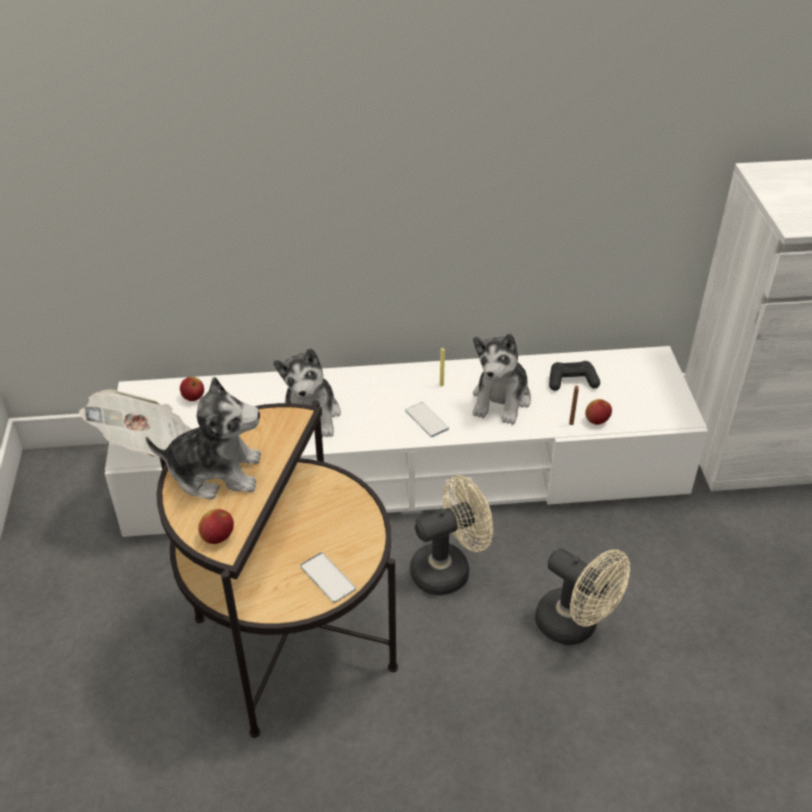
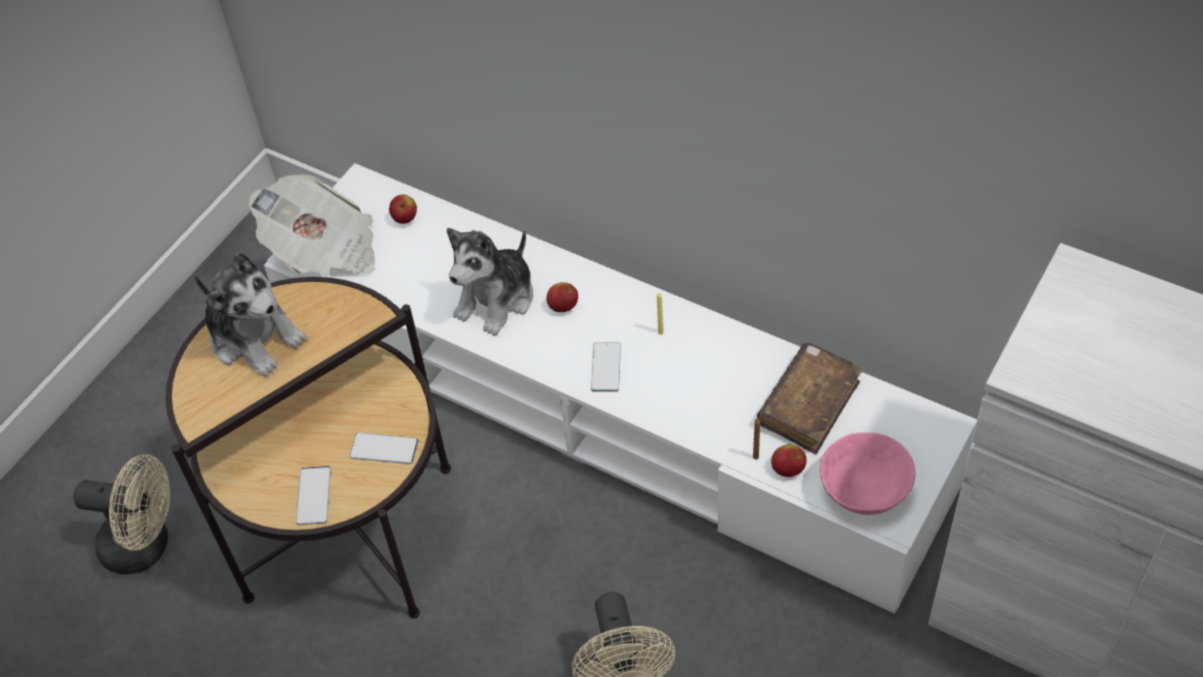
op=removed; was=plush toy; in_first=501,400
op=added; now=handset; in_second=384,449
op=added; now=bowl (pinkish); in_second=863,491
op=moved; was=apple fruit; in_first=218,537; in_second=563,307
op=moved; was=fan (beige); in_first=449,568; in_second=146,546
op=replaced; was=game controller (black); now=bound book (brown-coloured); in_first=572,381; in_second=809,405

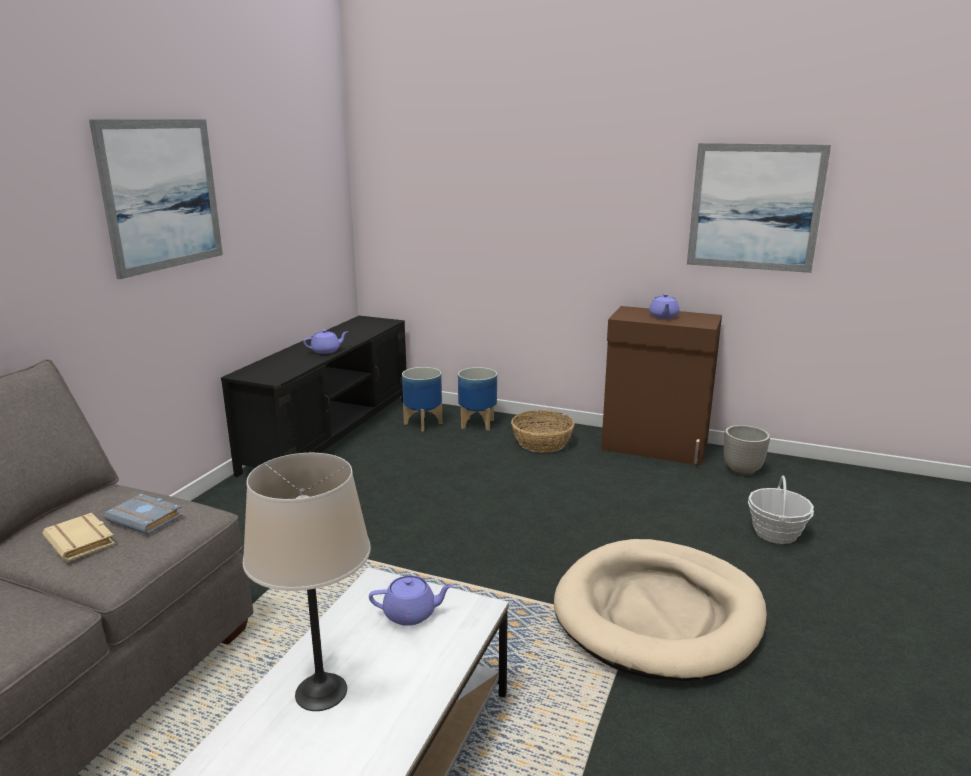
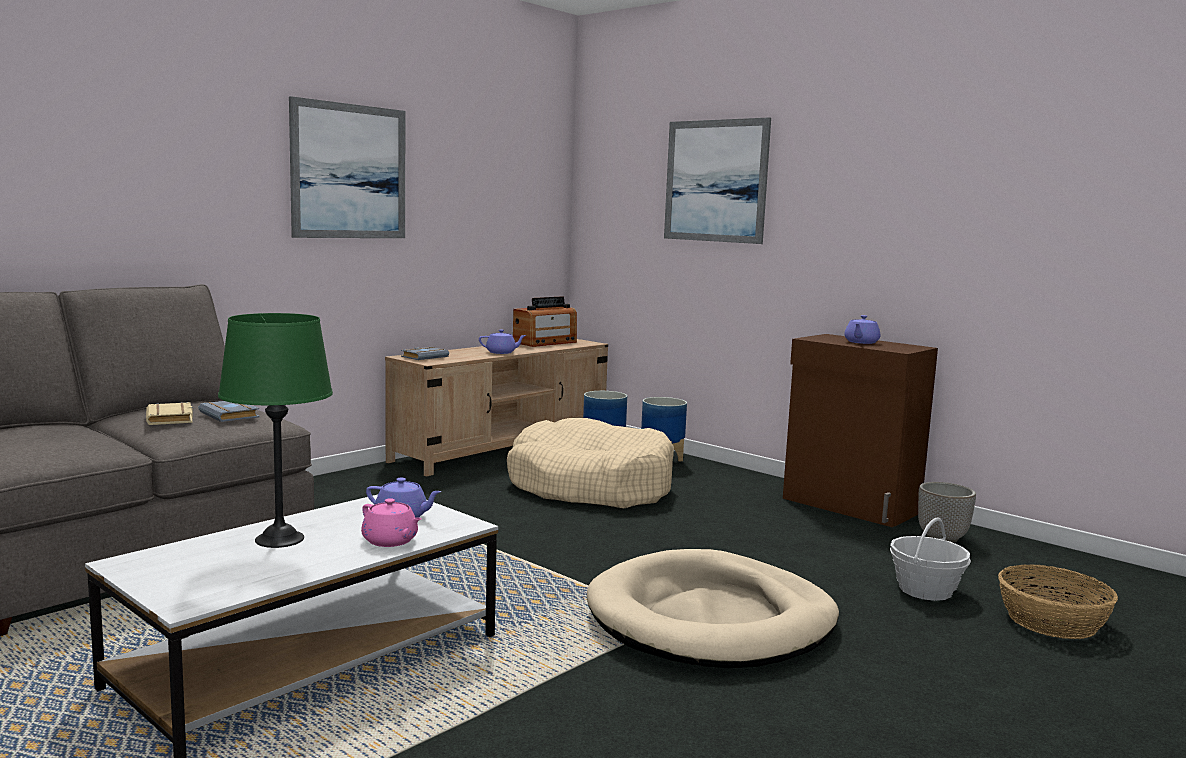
op=added; now=pot for tea (pinkish); in_second=391,541
op=added; now=bound book (greyish); in_second=424,357
op=added; now=dog cushion (beige); in_second=590,486
op=added; now=radio receiver; in_second=545,342
op=moved; was=storage basket; in_first=542,442; in_second=1052,621
op=moved; was=wall art; in_first=755,207; in_second=715,181
op=recoloured; was=tv stand (black); now=tv stand (beige); in_first=331,433; in_second=503,448
op=recoloured; was=lamp for a table (beige); now=lamp for a table (green-coloured); in_first=321,691; in_second=280,539

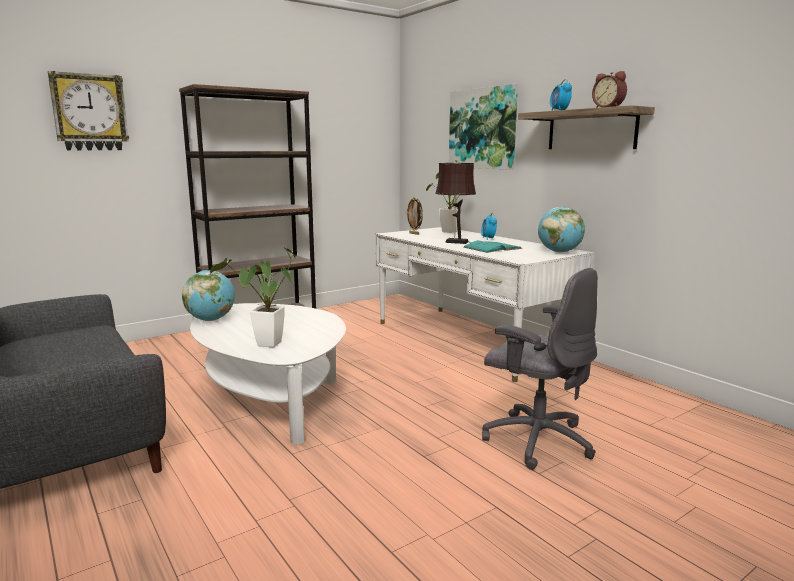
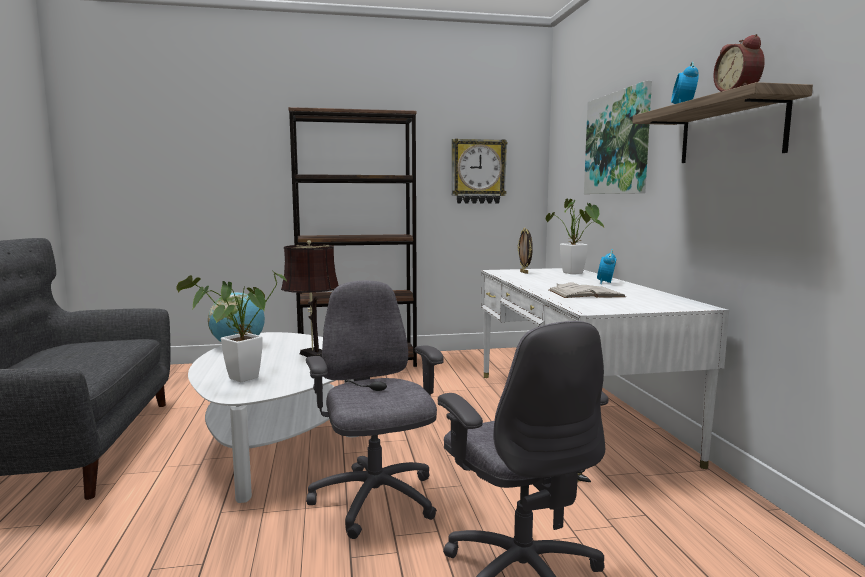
op=removed; was=desk globe; in_first=559,252
op=added; now=office chair (greyish); in_second=375,501
op=moved; was=hanging clock; in_first=90,112; in_second=478,171
op=moved; was=lamp for a table (brown-coloured); in_first=454,242; in_second=313,354
op=recoloured; was=bound book (turquoise); now=bound book (white); in_first=492,248; in_second=585,293

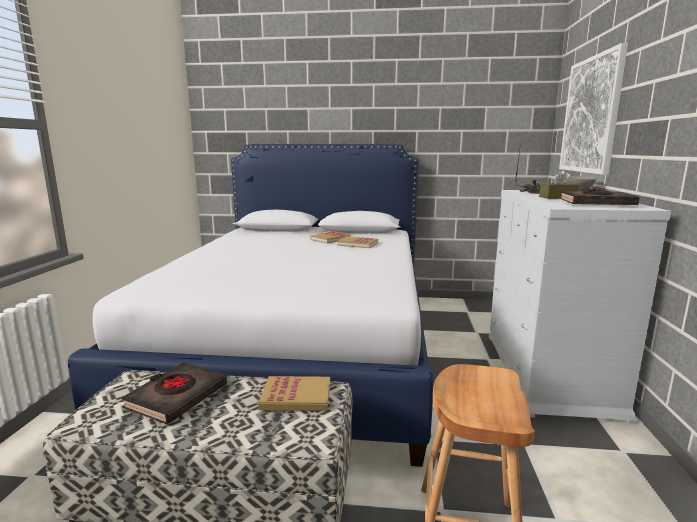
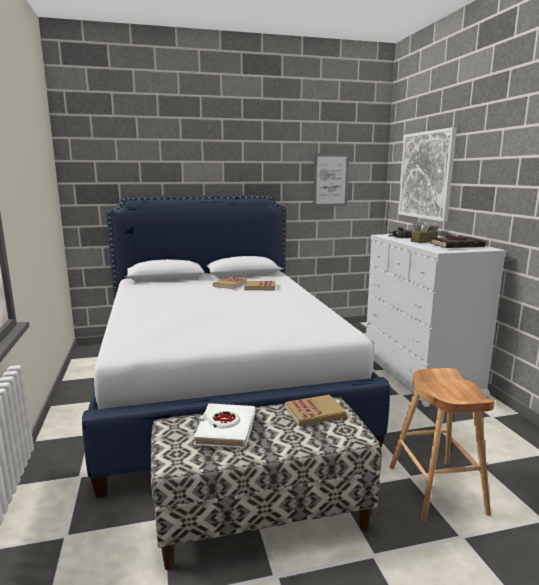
op=added; now=wall art; in_second=330,180
op=recoloured; was=bound book (black); now=bound book (white); in_first=177,397; in_second=225,430

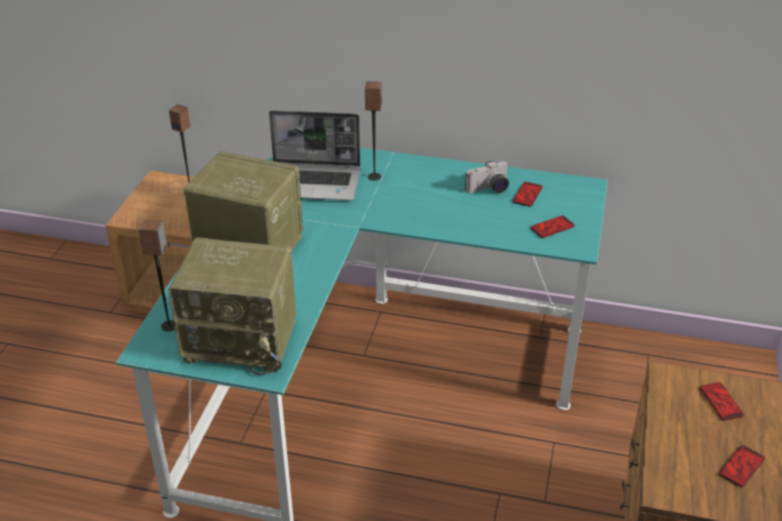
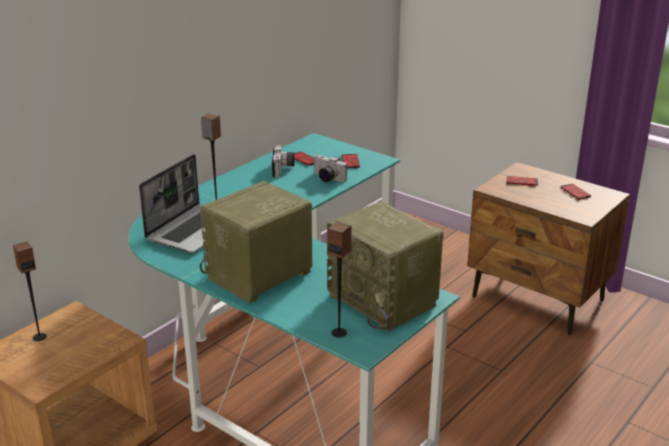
op=added; now=photo camera; in_second=327,178
op=turned; was=radio receiver; in_first=243,339; in_second=384,301; clockwise=105

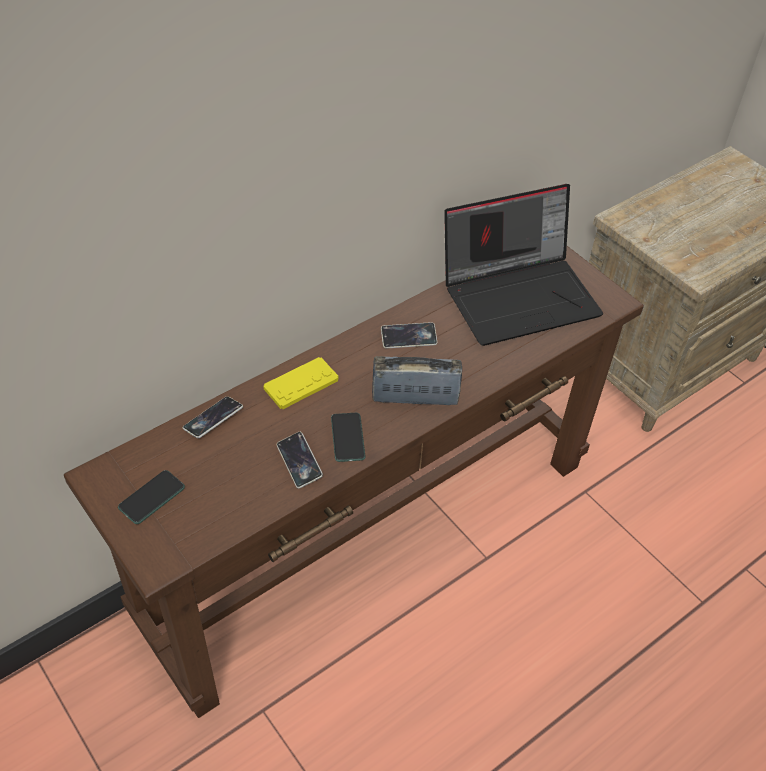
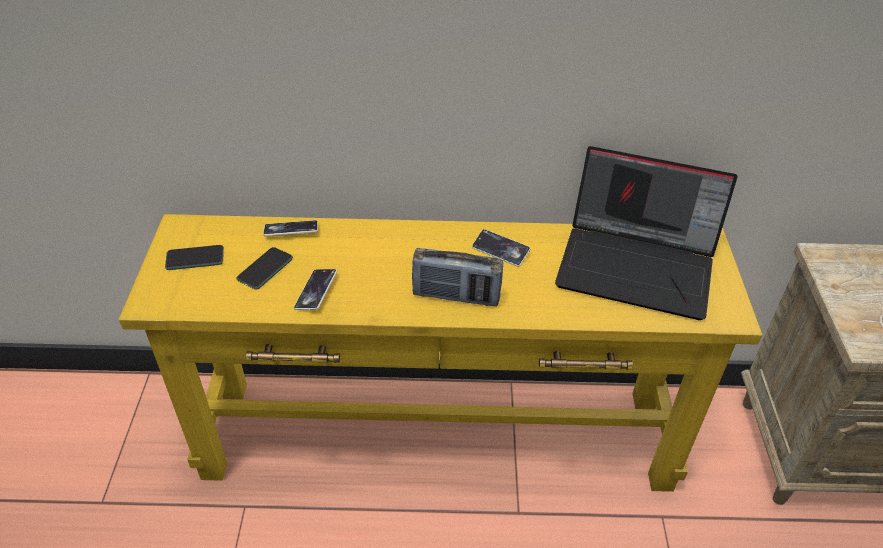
op=removed; was=game controller (yellow); in_first=301,384
op=moved; was=handset; in_first=347,438; in_second=265,269
op=recoloured; was=narrow table (brown-coloured); now=narrow table (yellow); in_first=371,537; in_second=438,435
op=turned; was=radio receiver; in_first=415,398; in_second=456,296; clockwise=150

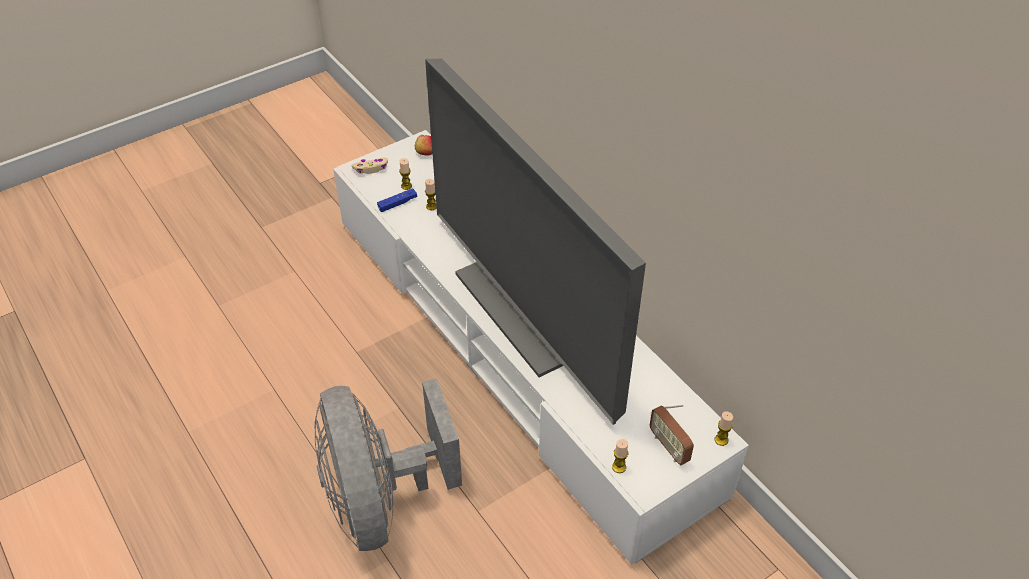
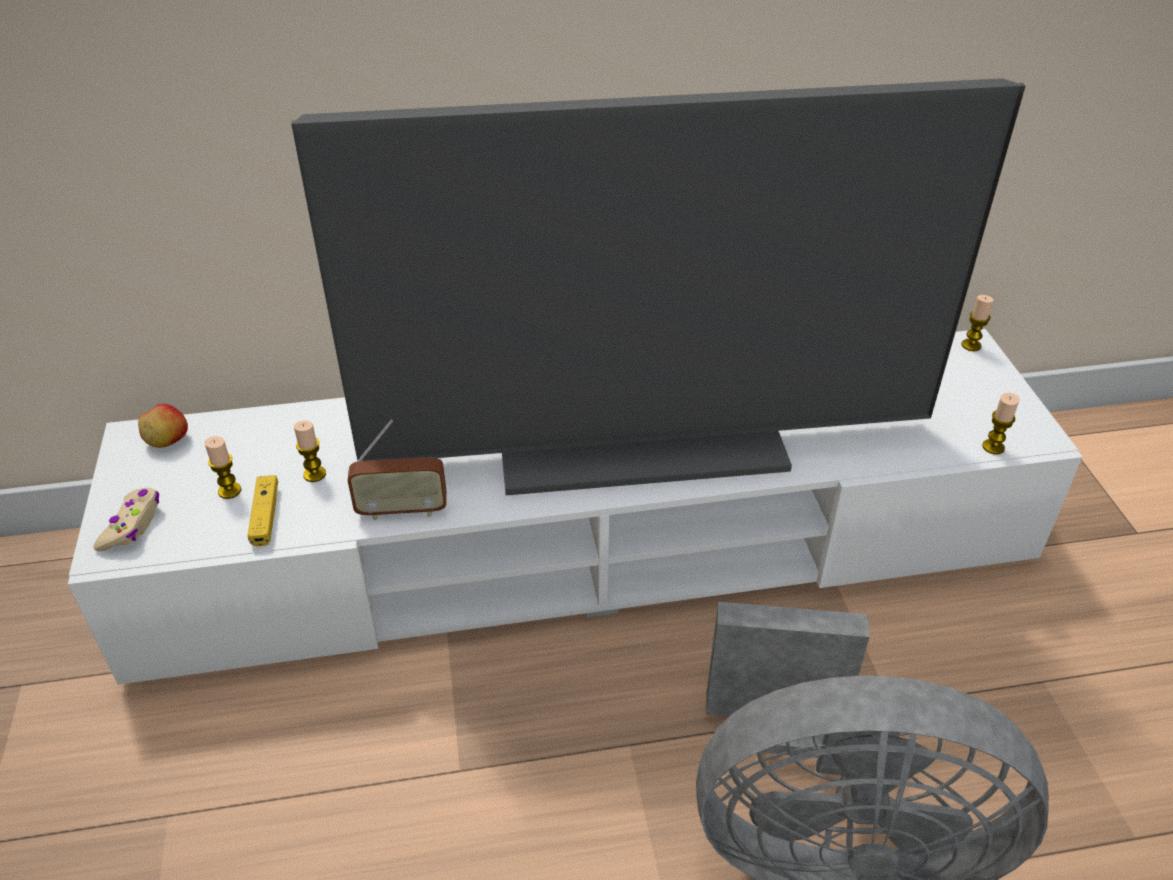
op=moved; was=radio receiver; in_first=669,447; in_second=402,510
op=recoloured; was=game controller (bluish); now=game controller (yellow); in_first=397,204; in_second=265,516

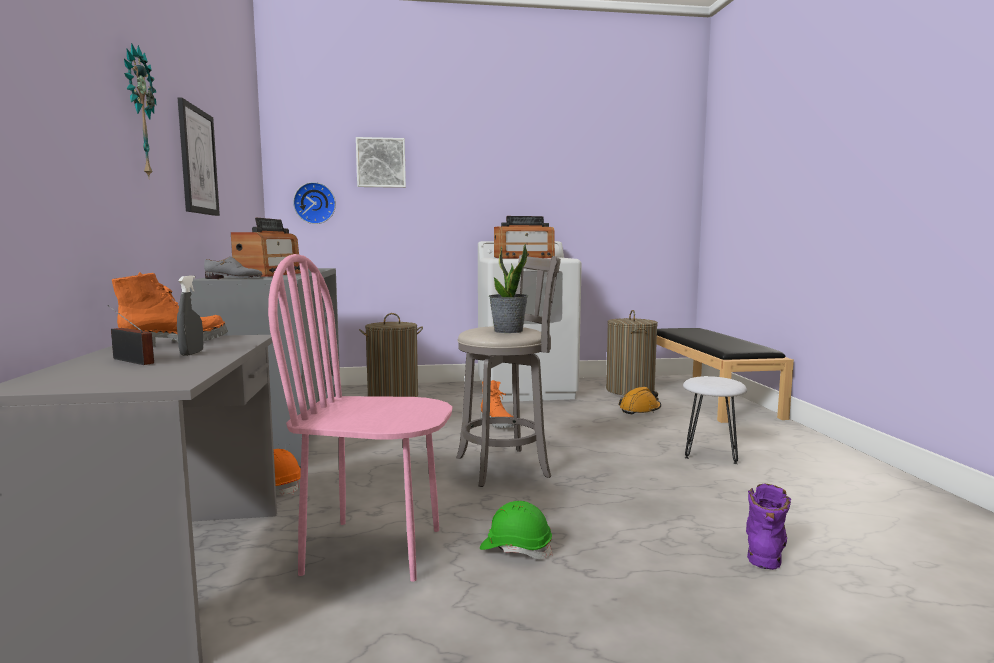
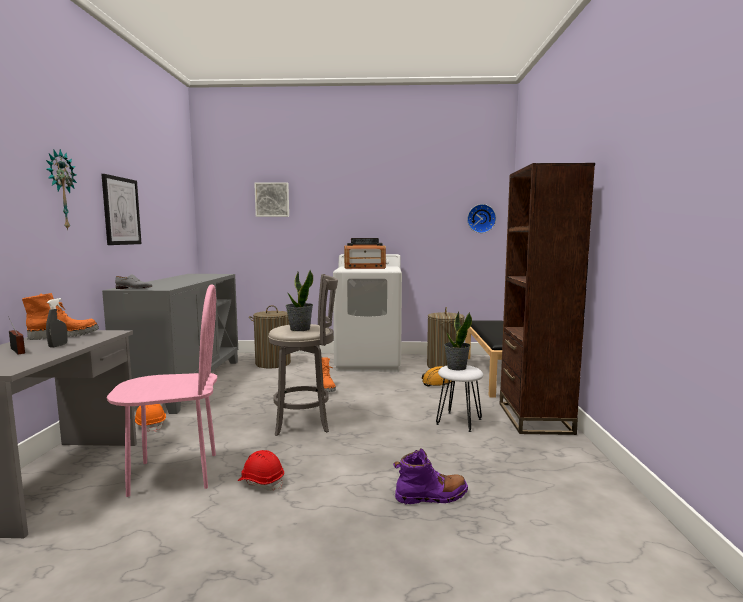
op=removed; was=radio receiver; in_first=269,274
op=added; now=plant in a pot; in_second=456,367
op=added; now=shelving unit (brown-coloured); in_second=534,418
op=moved; was=hanging clock; in_first=315,203; in_second=481,218
op=recoloured; was=work helmet (green-coloured); now=work helmet (red-coloured); in_first=516,549; in_second=261,482
op=turned; was=chair (pinkish); in_first=374,550; in_second=174,474; clockwise=150
op=turned; was=boot (purple-coloured); in_first=764,546; in_second=431,496; clockwise=45

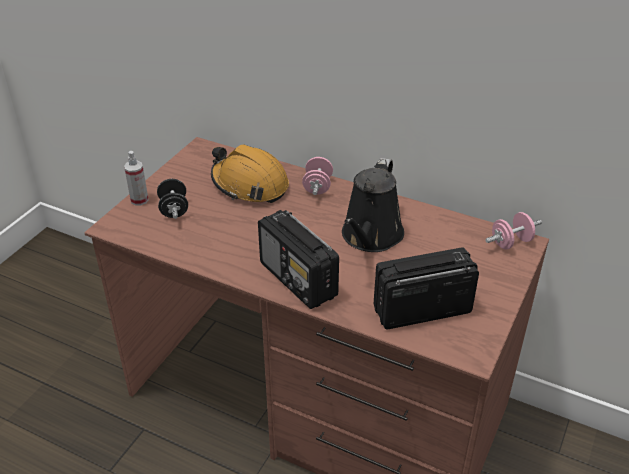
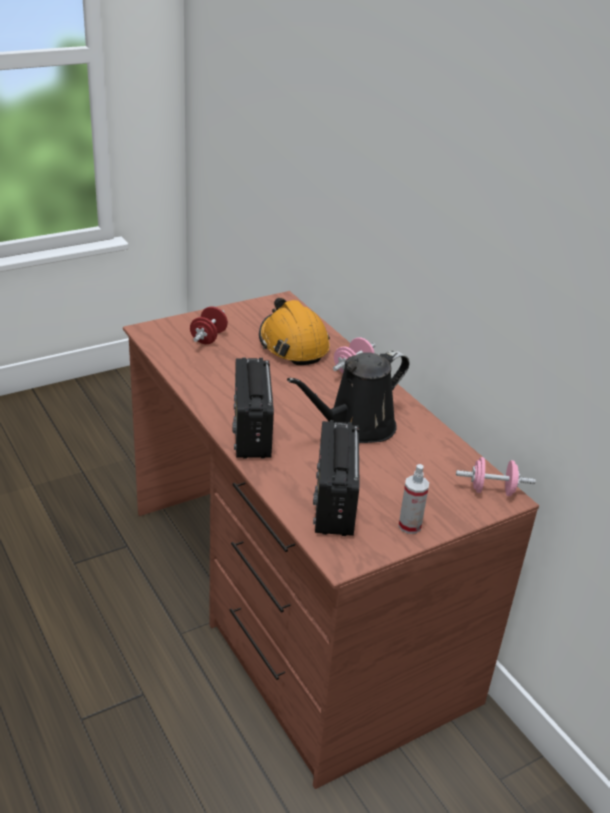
op=moved; was=spray bottle; in_first=139,200; in_second=409,525
op=recoloured; was=dumbbell (black); now=dumbbell (red-coloured); in_first=174,209; in_second=208,338
op=turned; was=radio receiver; in_first=421,310; in_second=334,503; clockwise=-105

